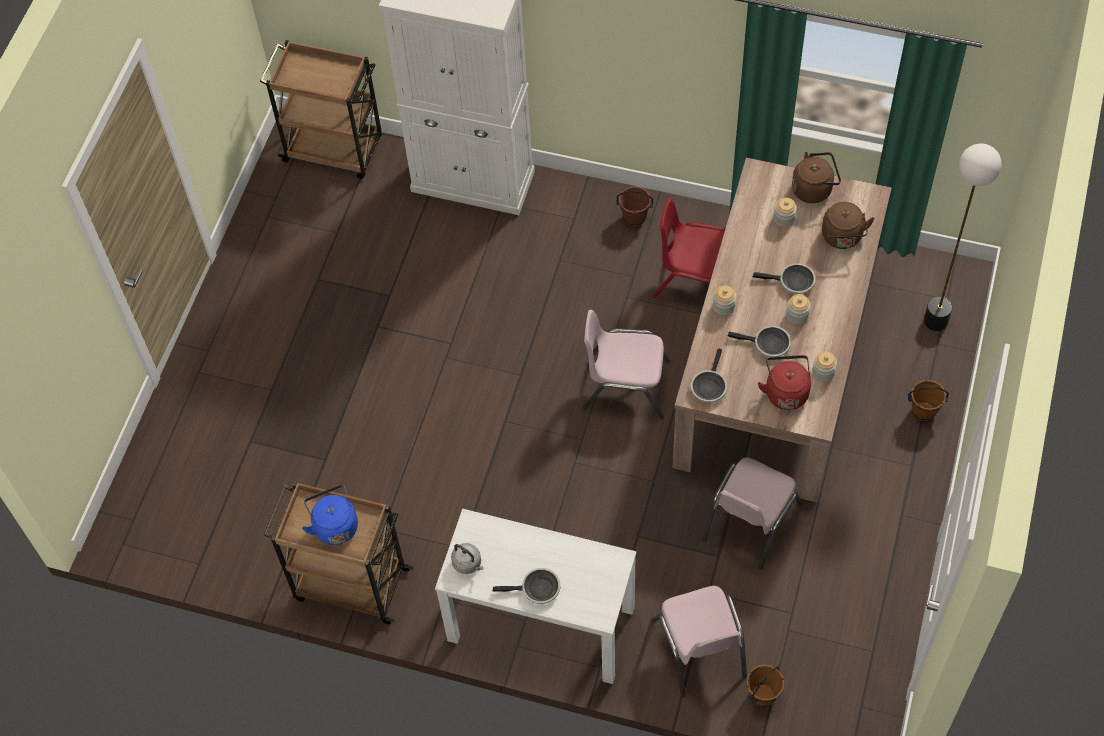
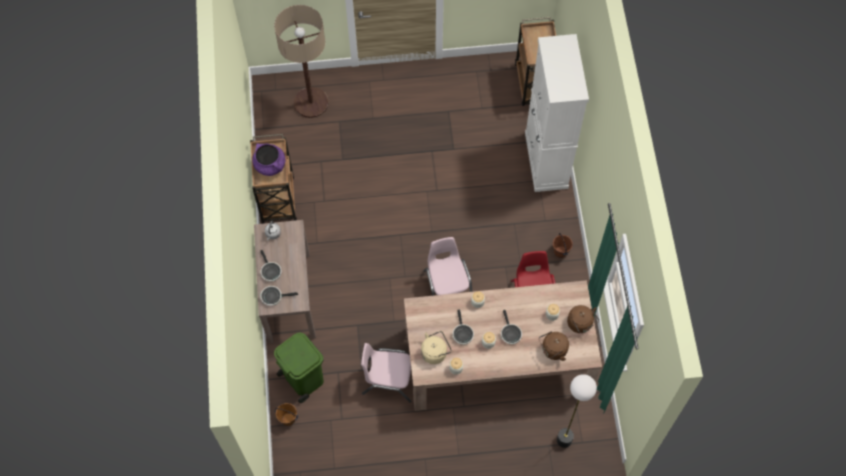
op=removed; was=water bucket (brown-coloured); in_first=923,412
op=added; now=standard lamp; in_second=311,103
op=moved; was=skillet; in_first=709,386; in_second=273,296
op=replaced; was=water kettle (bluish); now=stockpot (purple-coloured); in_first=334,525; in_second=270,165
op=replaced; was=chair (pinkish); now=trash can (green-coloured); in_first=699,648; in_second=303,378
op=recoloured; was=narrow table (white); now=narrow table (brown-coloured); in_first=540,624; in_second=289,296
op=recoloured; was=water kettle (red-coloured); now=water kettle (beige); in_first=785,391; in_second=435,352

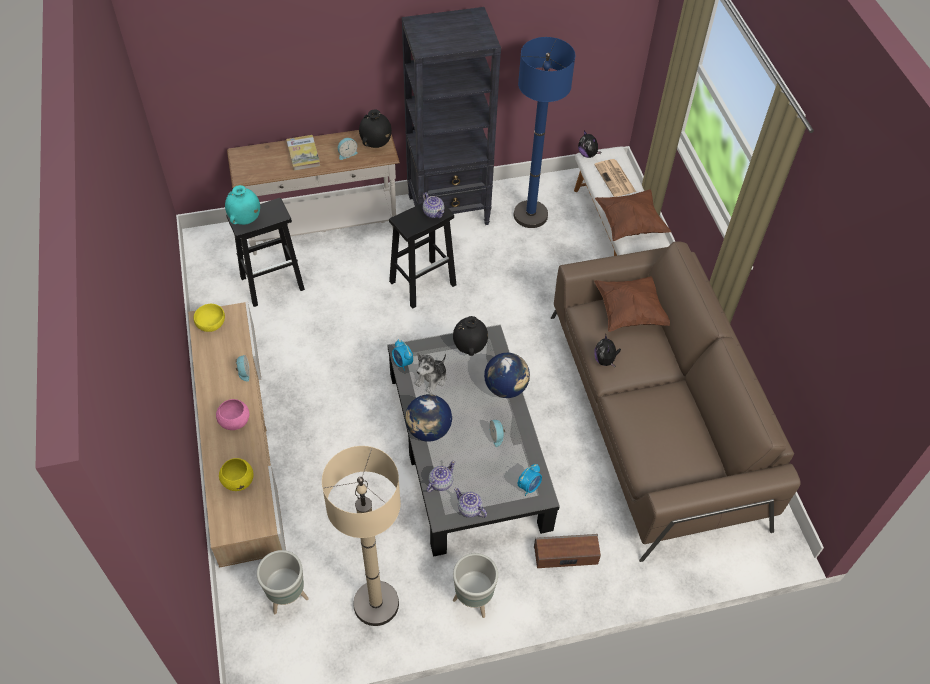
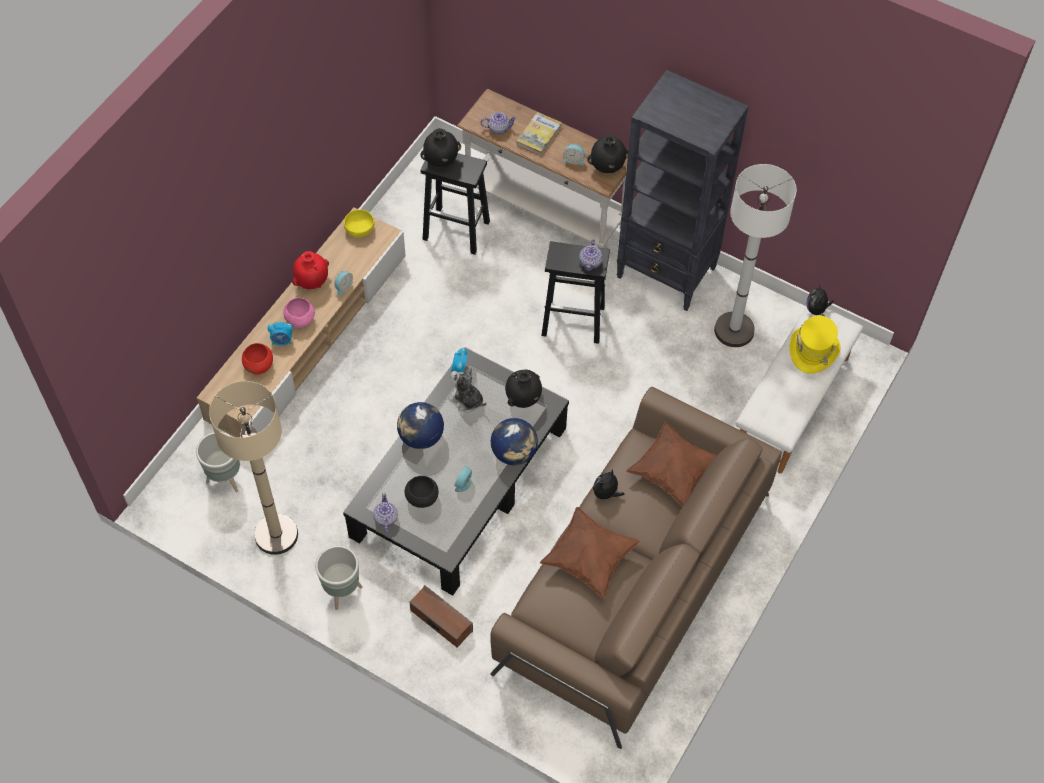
op=added; now=vase (red-coloured); in_second=312,282
op=added; now=bowl (black); in_second=422,498
op=moved; was=pot for tea; in_first=440,483; in_second=498,128
op=moved; was=alarm clock; in_first=529,486; in_second=282,341
op=moved; was=throw pillow (brown-coloured); in_first=630,224; in_second=589,559
op=replaced; was=daily paper; now=hat (yellow); in_first=615,179; in_second=813,351
op=recoloured; was=bowl (yellow); now=bowl (red-coloured); in_first=238,480; in_second=259,365
op=recoloured; was=vase (turquoise); now=vase (black); in_first=245,220; in_second=441,161
op=recoloured; was=standard lamp (bluish); now=standard lamp (white); in_first=530,215; in_second=734,330
op=turned; was=plush toy; in_first=432,379; in_second=467,400; clockwise=45

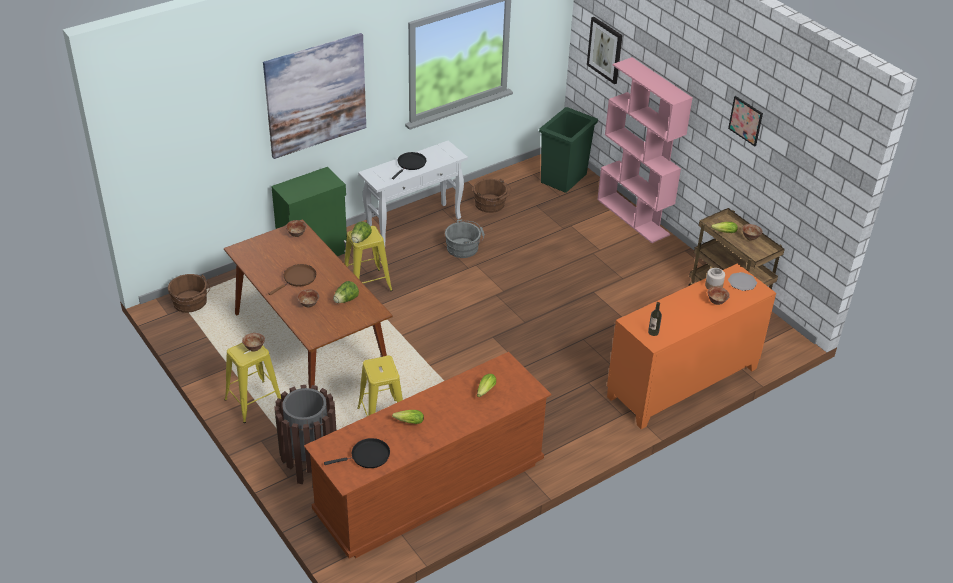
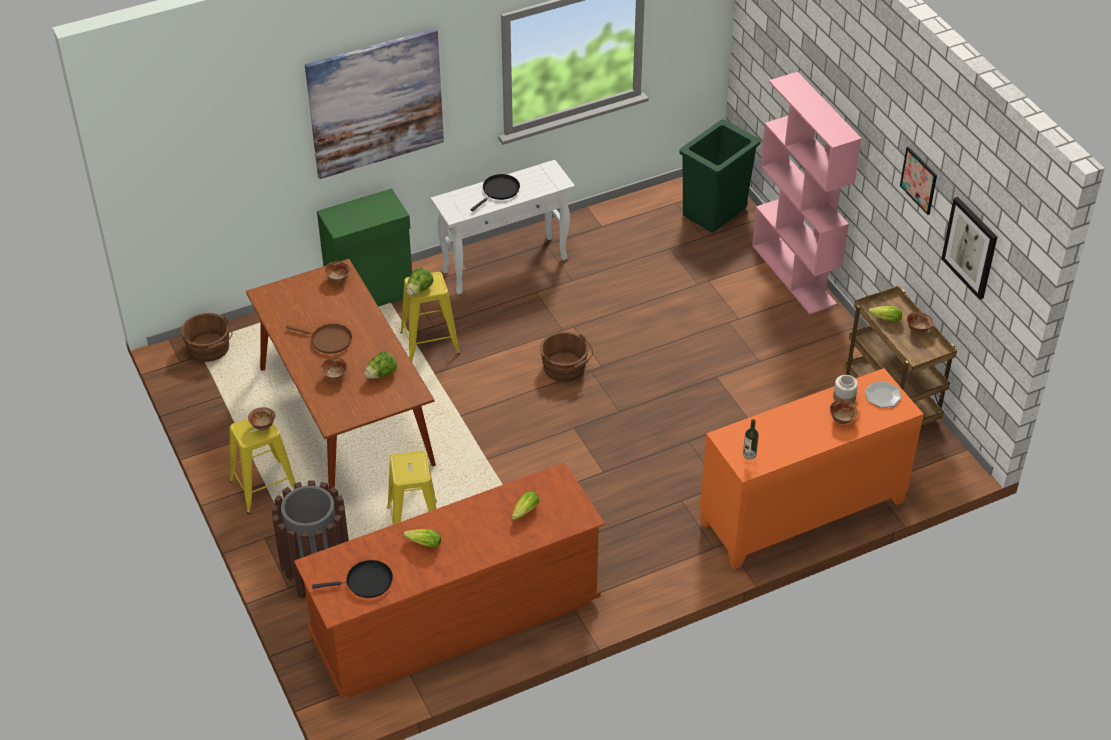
op=removed; was=water bucket (greyish); in_first=464,248
op=moved; was=water bucket (brown-coloured); in_first=491,204; in_second=566,368
op=moved; was=wall art; in_first=605,50; in_second=970,247
op=turned; was=skillet (brown-coloured); in_first=298,279; in_second=328,340; clockwise=60

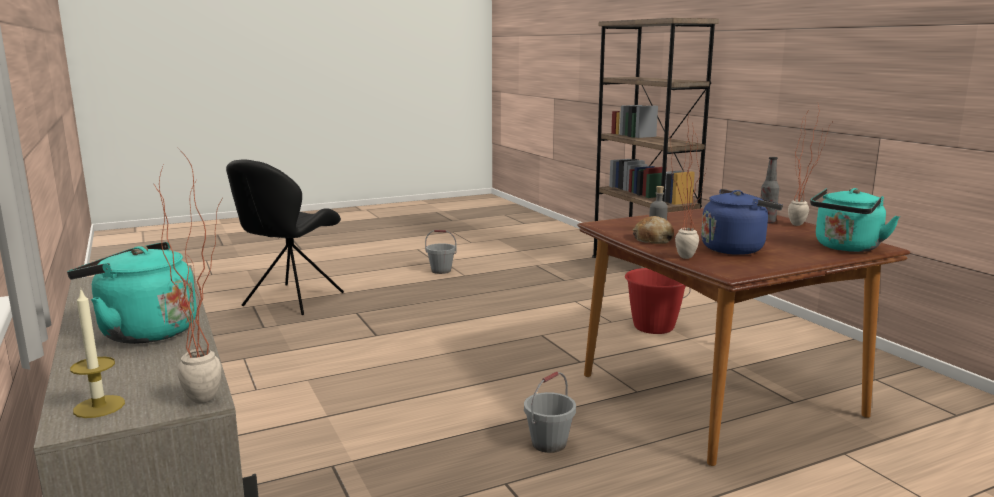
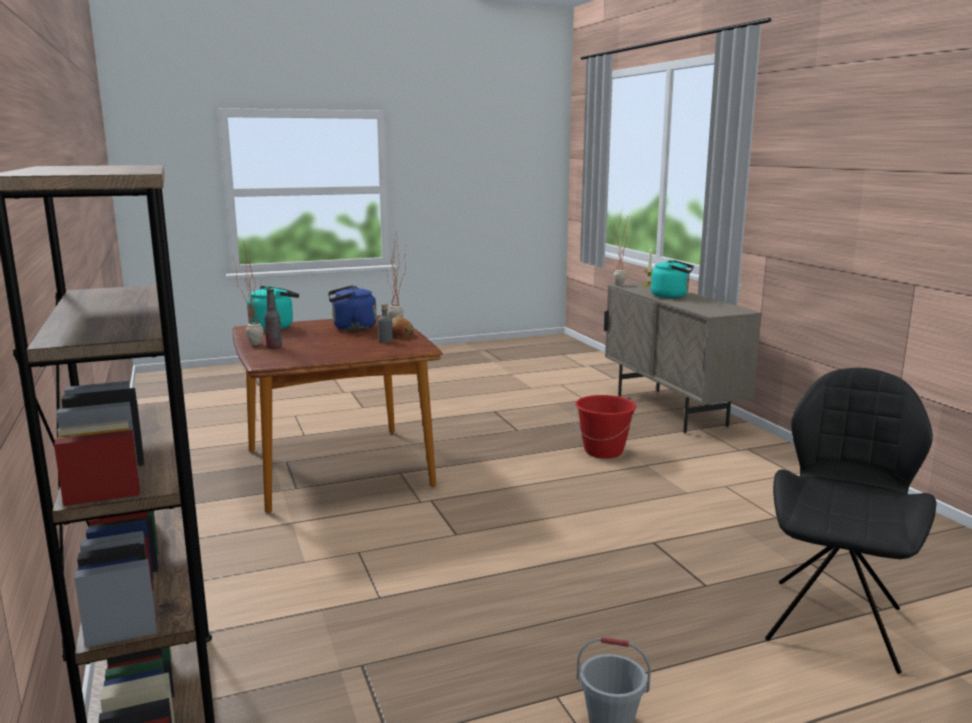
op=removed; was=water bucket (greyish); in_first=549,444
op=moved; was=water bucket (red-coloured); in_first=653,327; in_second=603,451

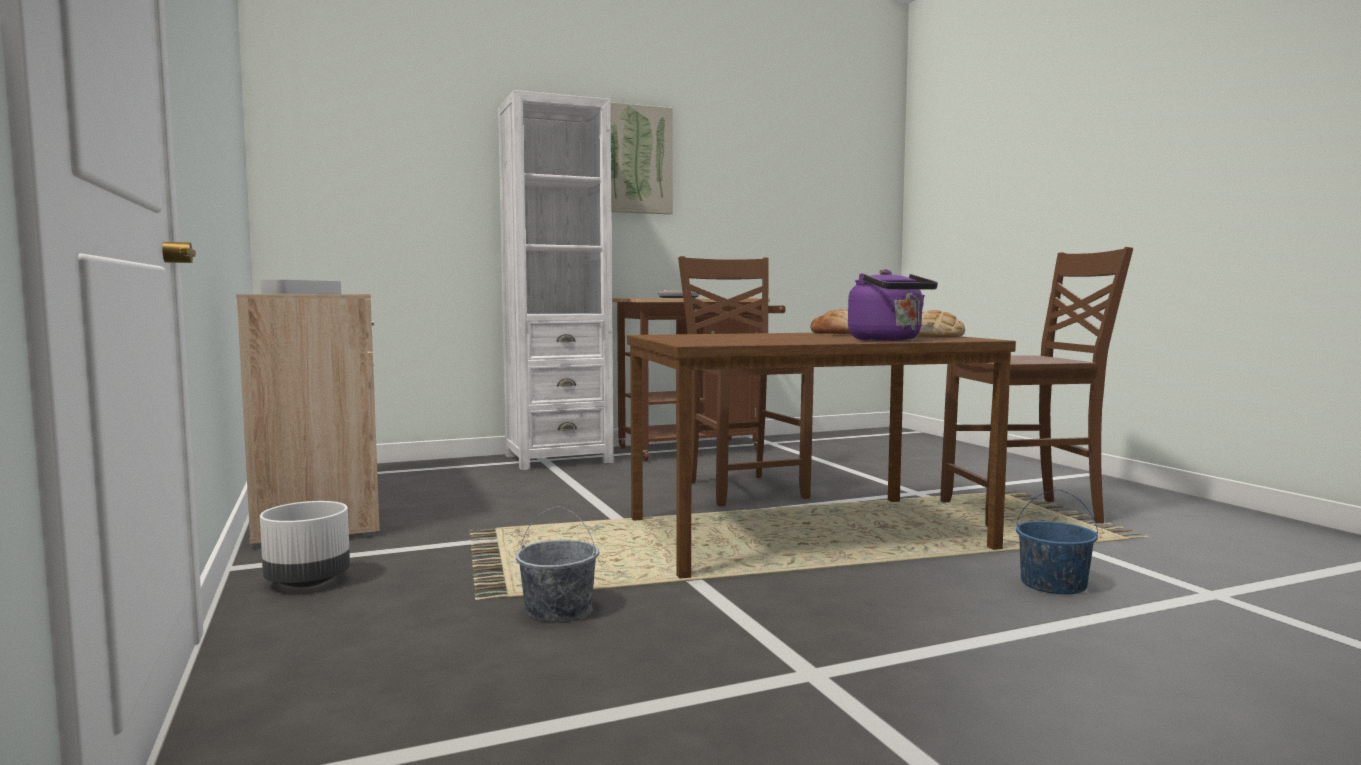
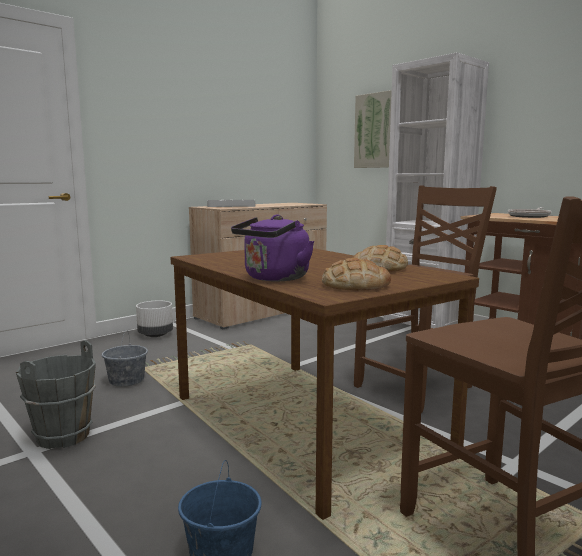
op=added; now=water bucket (greyish); in_second=62,436
op=moved; was=wall art; in_first=636,159; in_second=376,130

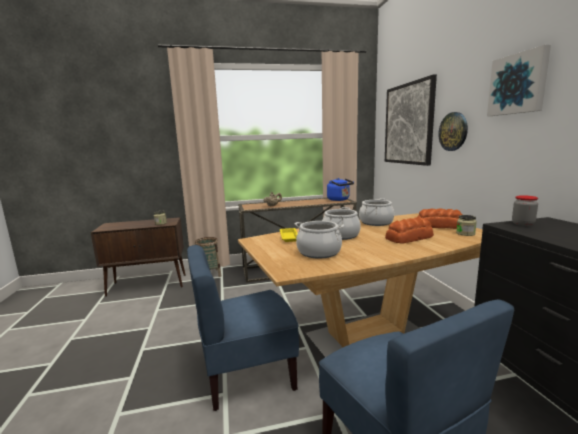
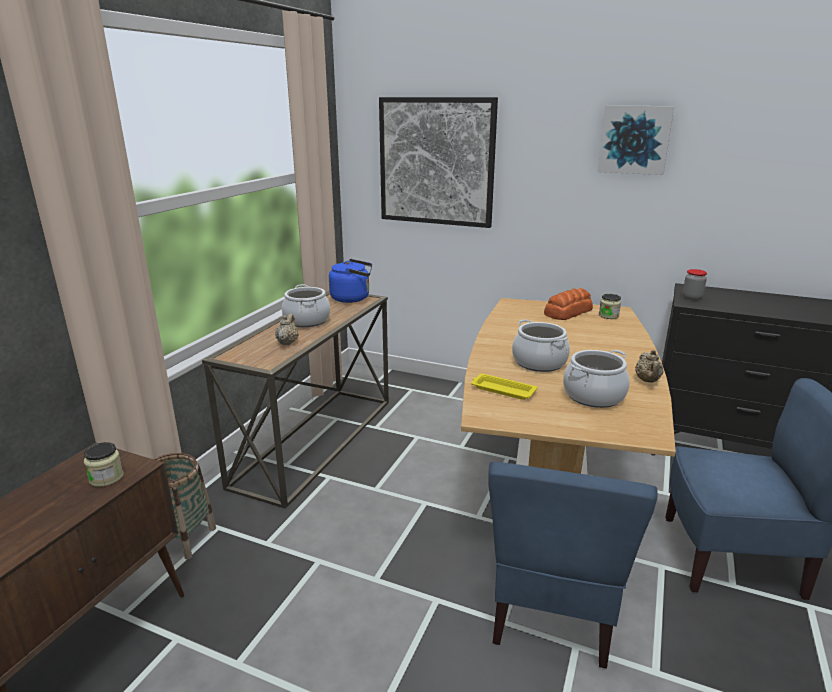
op=removed; was=bakery bread; in_first=410,238
op=removed; was=hanging clock; in_first=453,131
op=added; now=pot for tea (beige); in_second=647,381
op=moved; was=stockpot; in_first=376,222; in_second=306,321

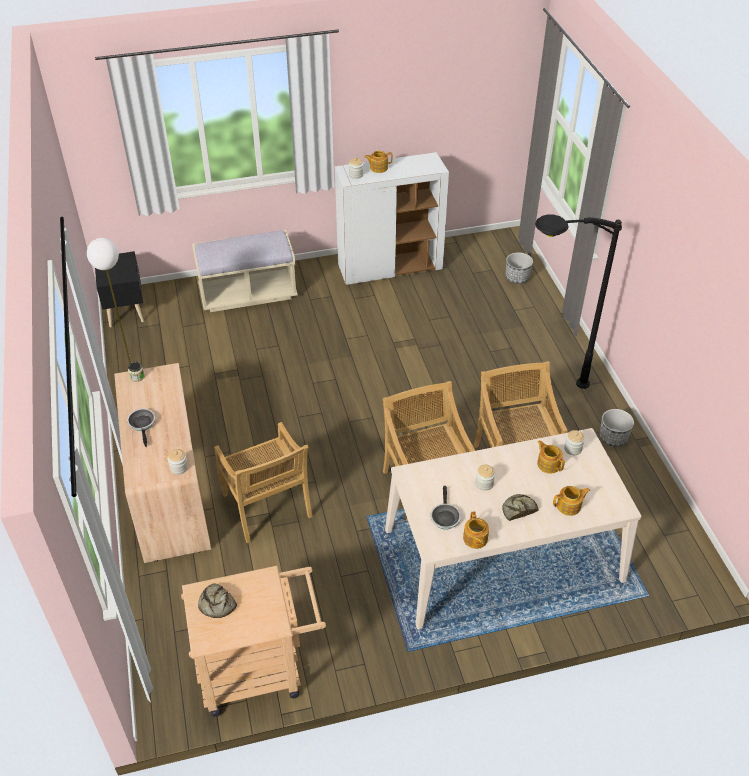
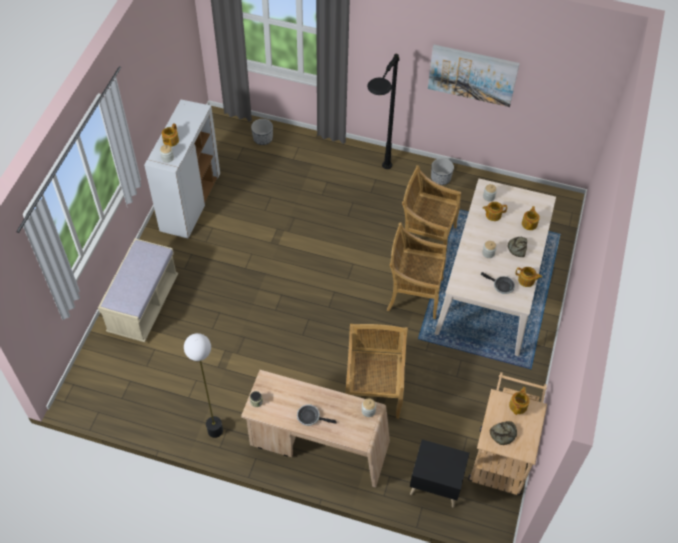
op=added; now=wall art; in_second=472,75
op=added; now=pot for tea; in_second=518,405
op=moved; was=nightstand (black); in_first=126,309; in_second=435,484
op=turned; was=chair (beige); in_first=267,507; in_second=373,391; clockwise=-90

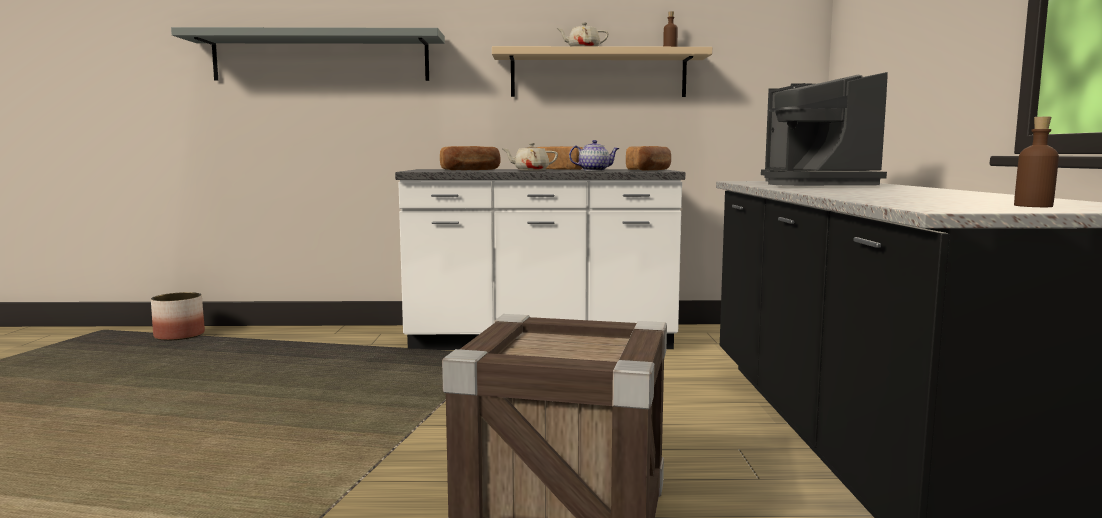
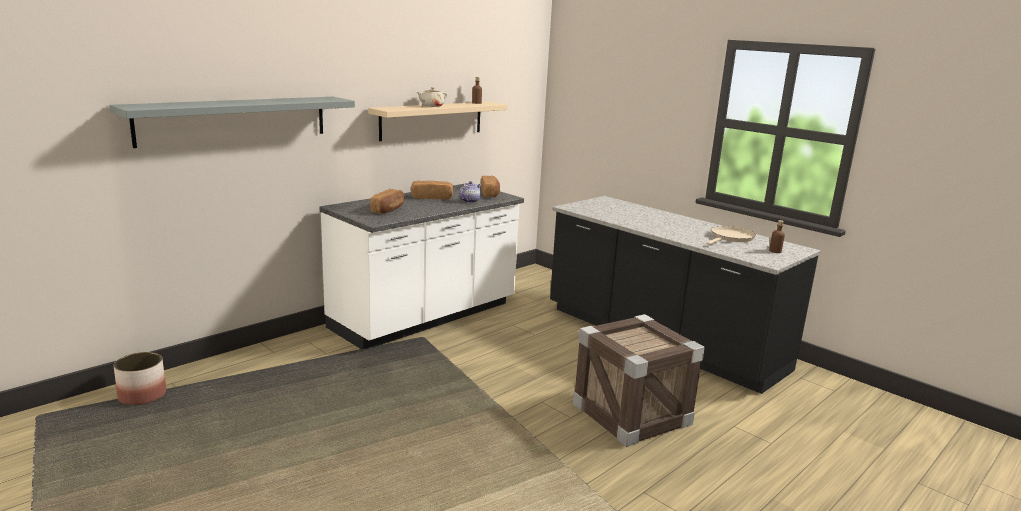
op=removed; was=pot for tea (beige); in_first=530,170
op=removed; was=coffee machine; in_first=815,184
op=added; now=skillet (beige); in_second=730,238

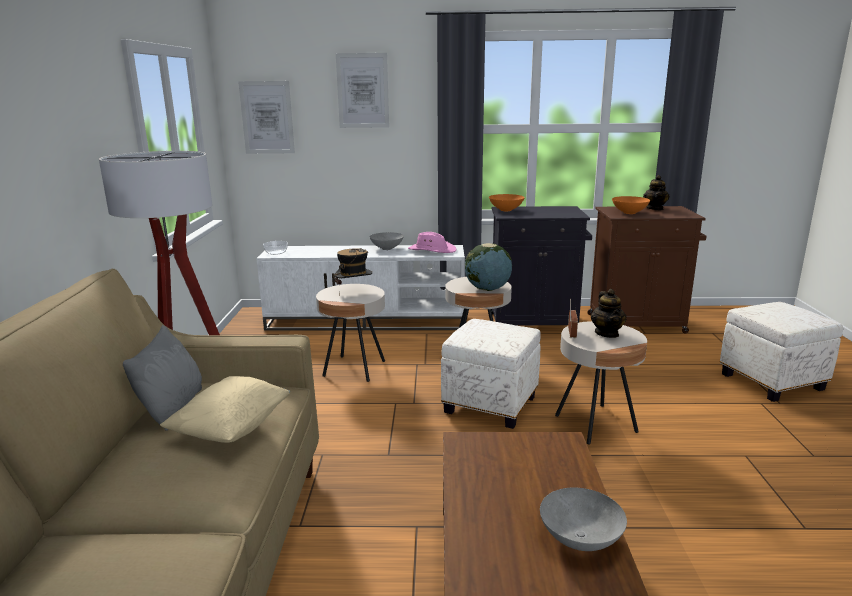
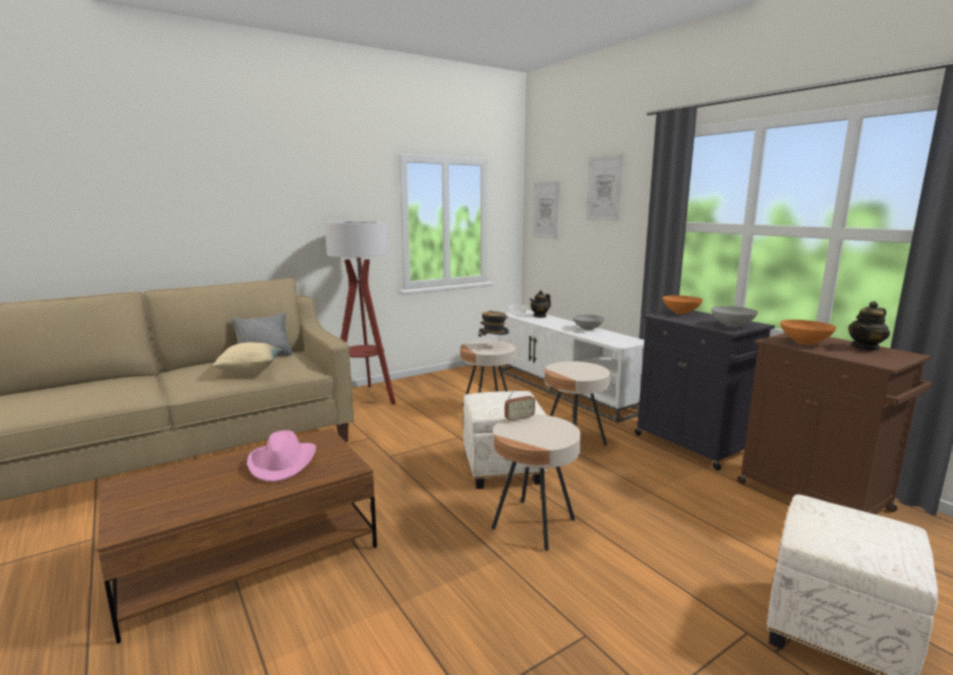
op=removed; was=desk globe; in_first=487,289
op=moved; was=hat (pinkish); in_first=432,250; in_second=283,463
op=moved; was=bowl (greyish); in_first=581,539; in_second=733,326
op=moved; was=pot for tea; in_first=607,333; in_second=540,316

